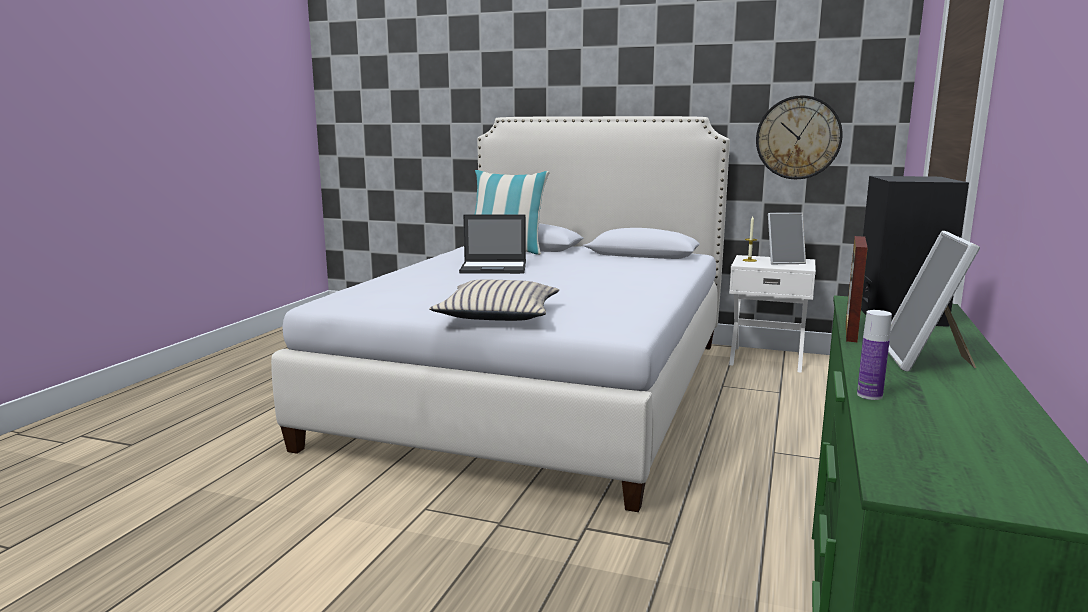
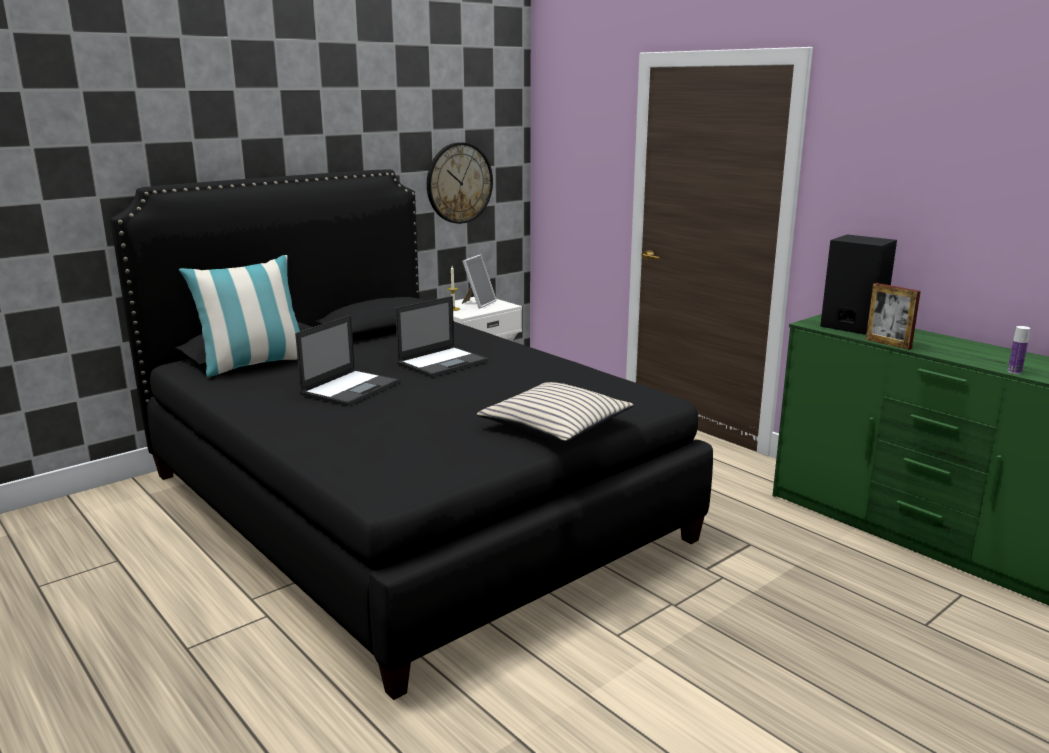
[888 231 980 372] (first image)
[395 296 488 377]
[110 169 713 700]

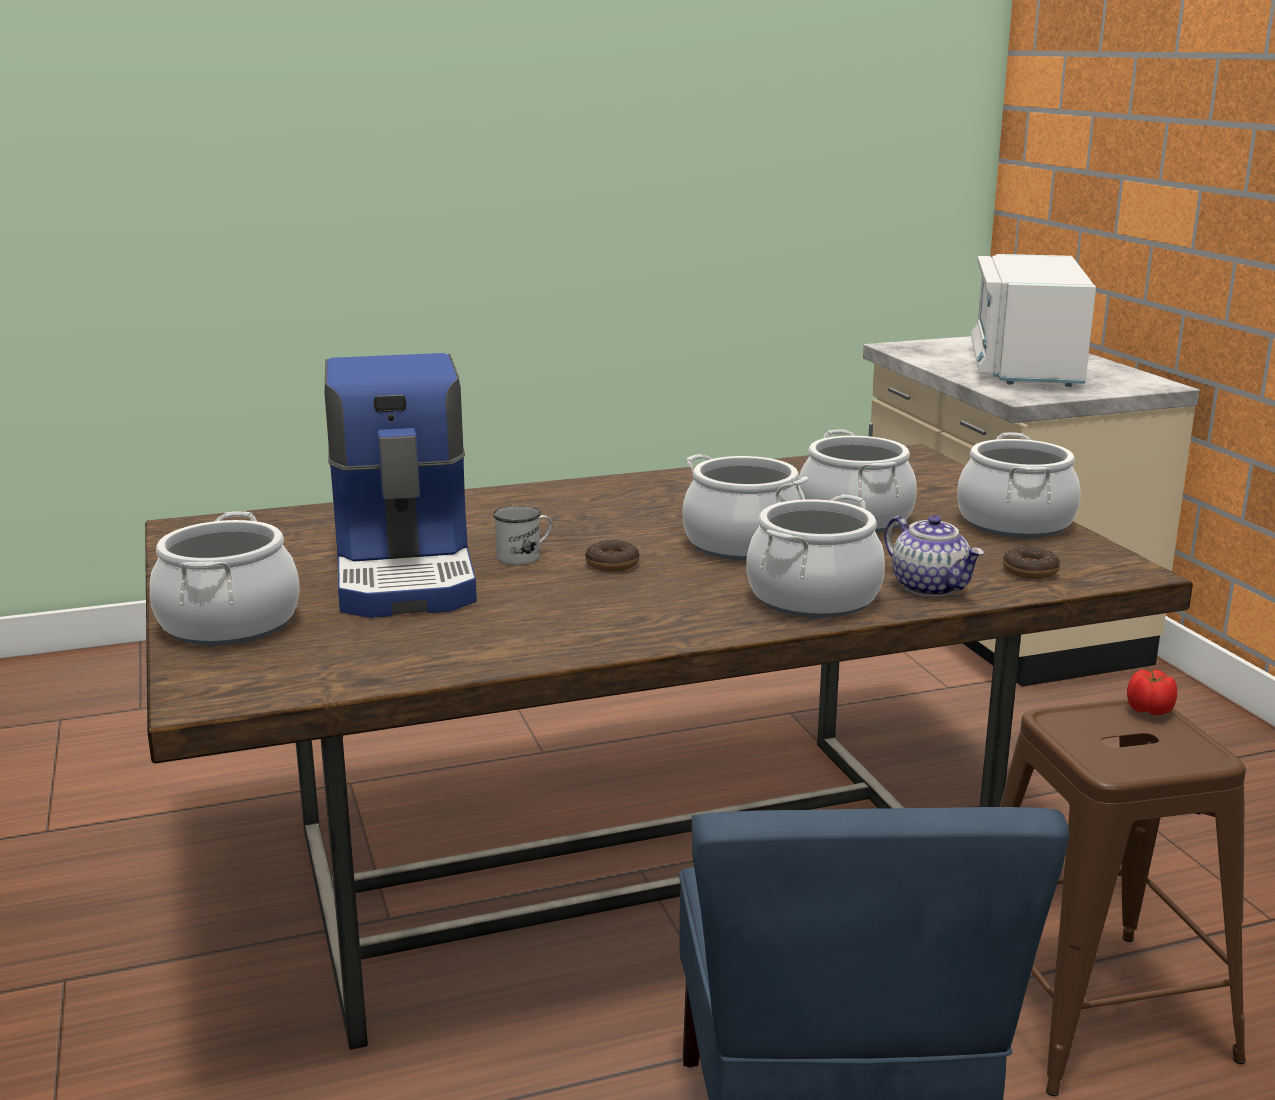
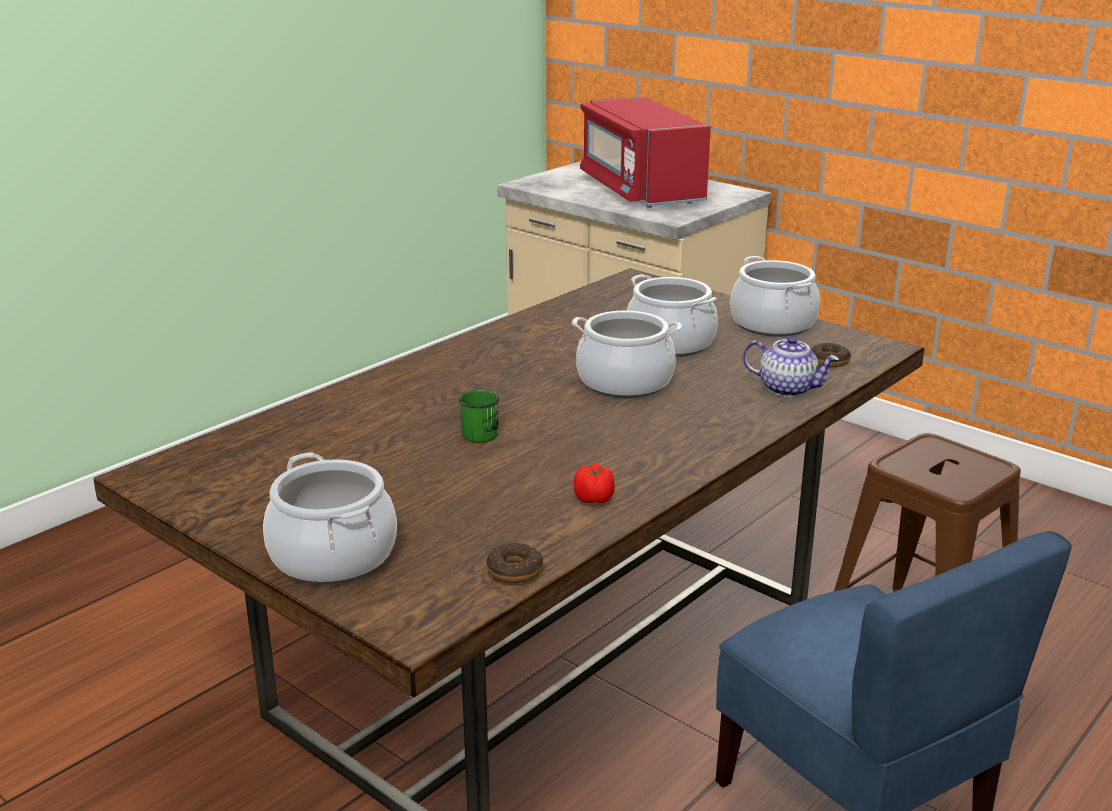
[325 353 477 618] (first image)
[746 494 885 618] (first image)
[487 542 543 583]
[574 464 615 503]
[458 389 499 442]
[580 96 711 208]

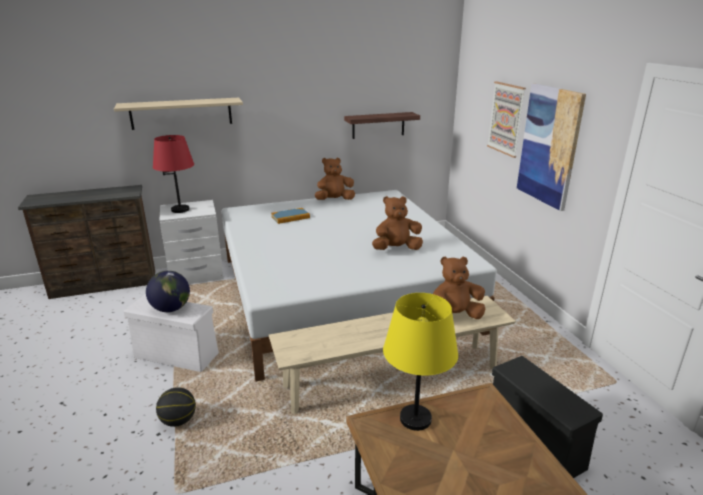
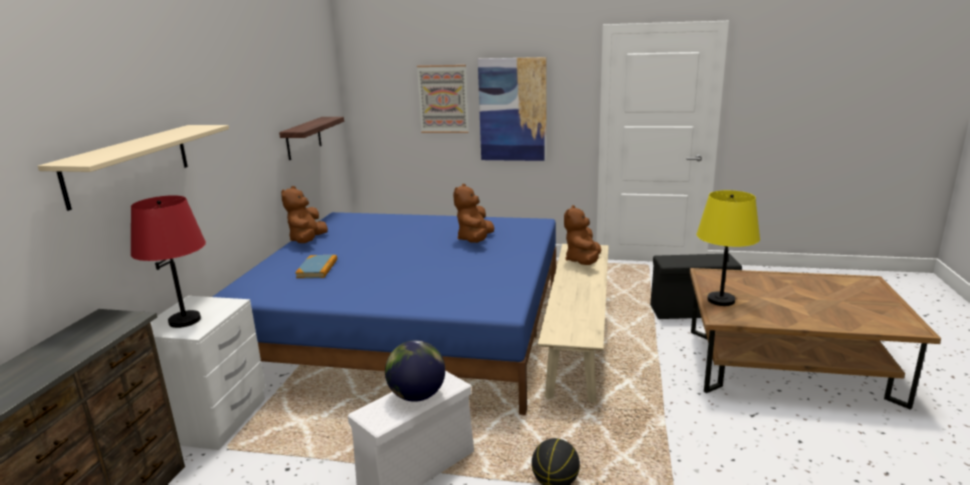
[213 212 556 415]

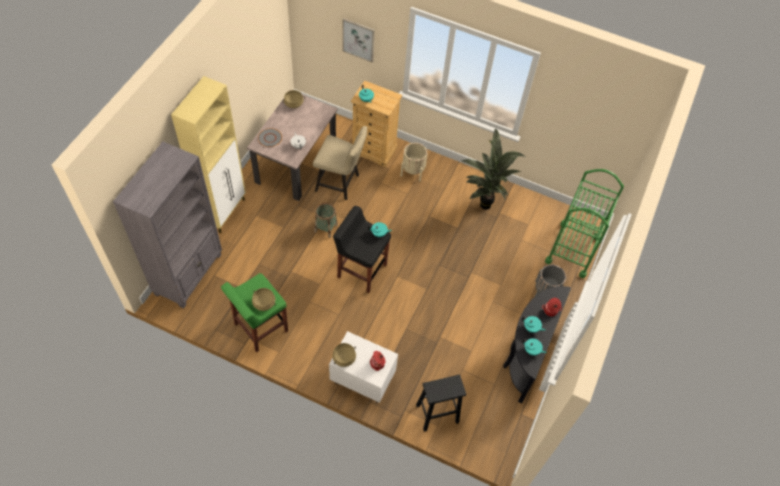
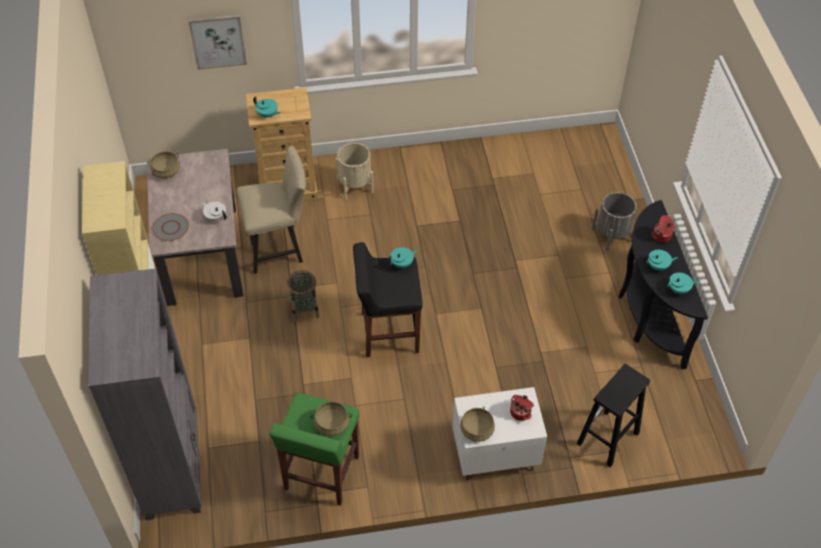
[461 128 526 210] (first image)
[545 169 624 278] (first image)

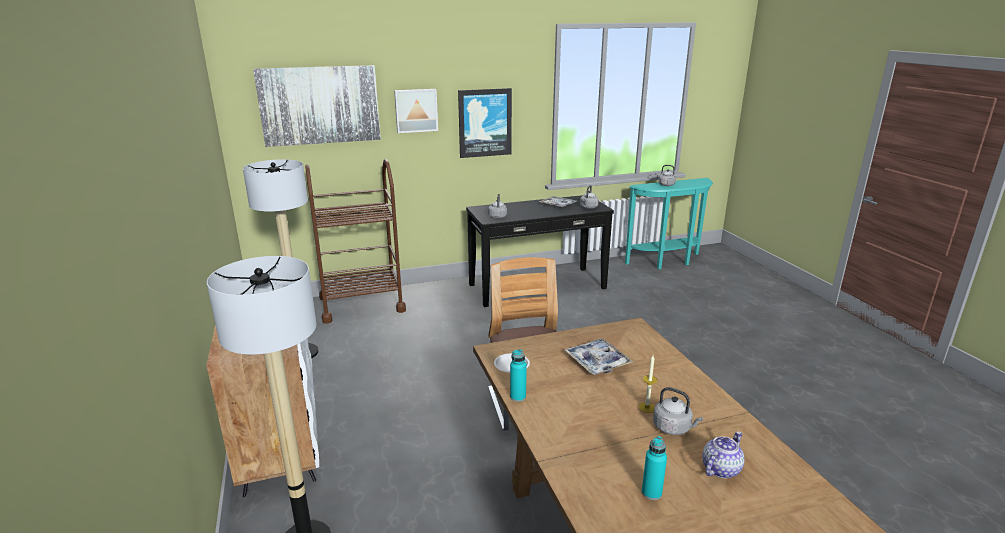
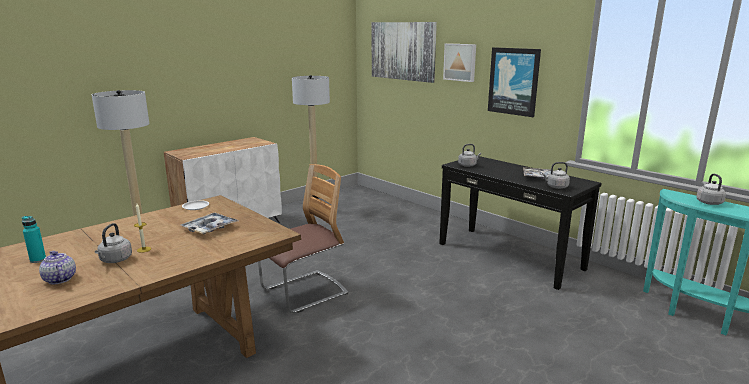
[305 159 406 323] (first image)
[510 349 527 402] (first image)
[39 251 76 284]

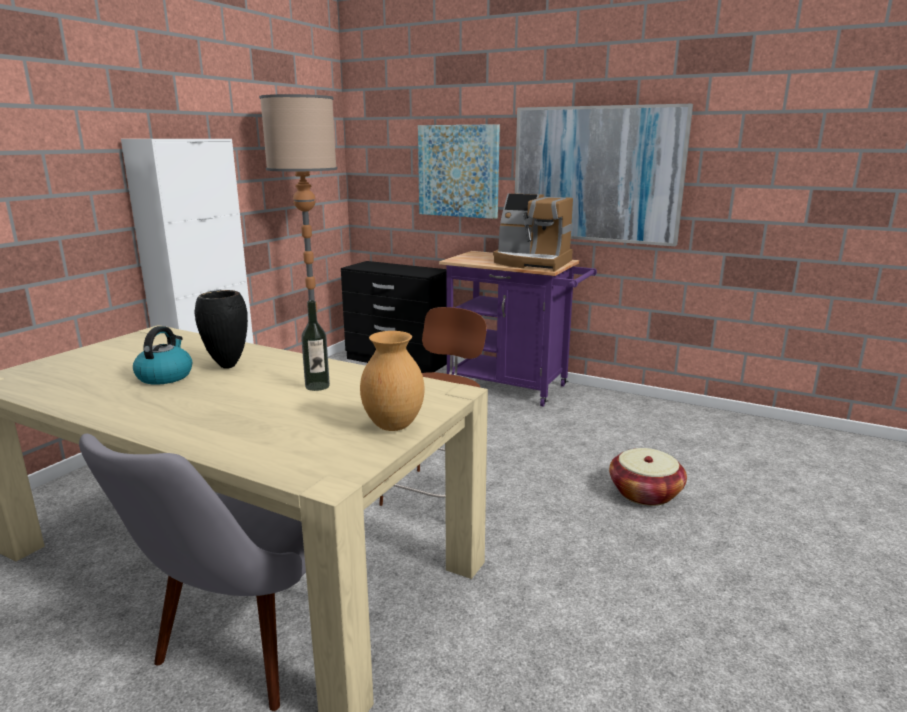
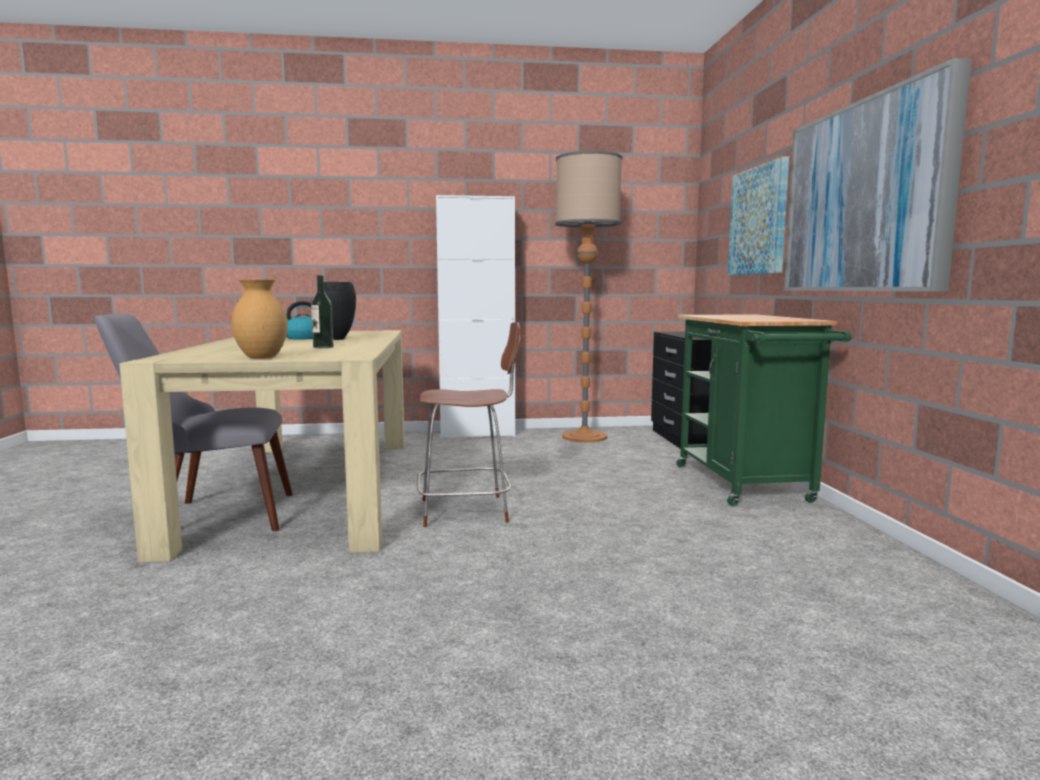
[493 194 573 271] (first image)
[609 448 687 506] (first image)
[677 314 852 506]

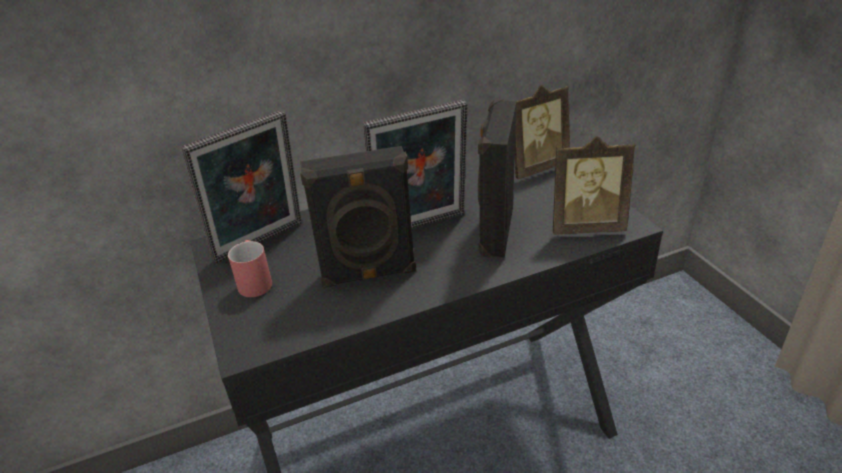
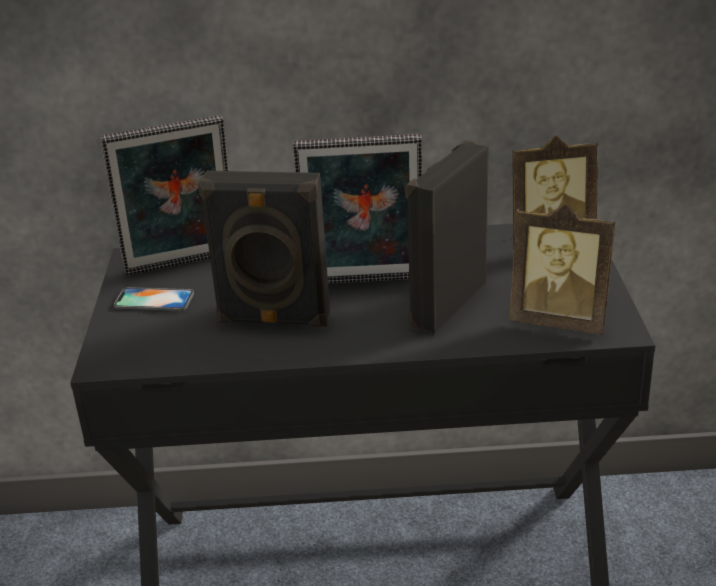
[114 287 194 311]

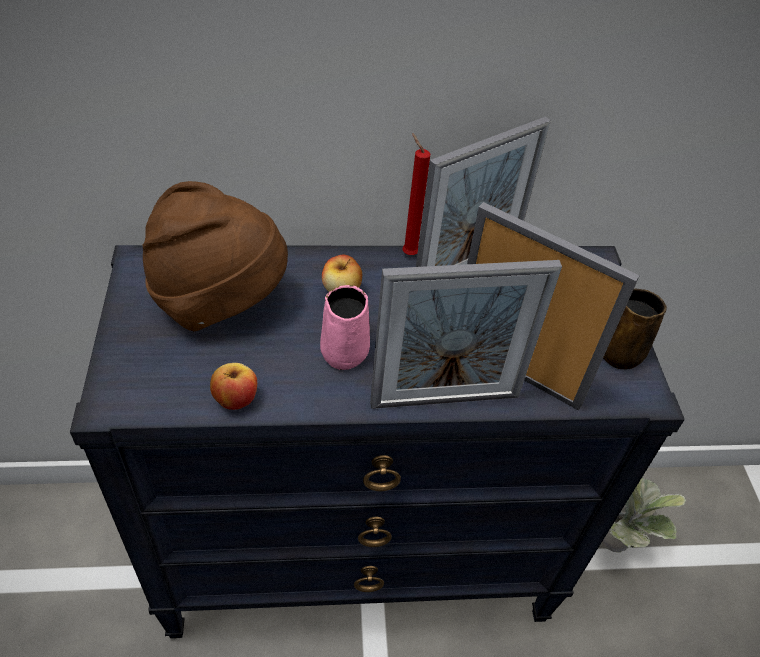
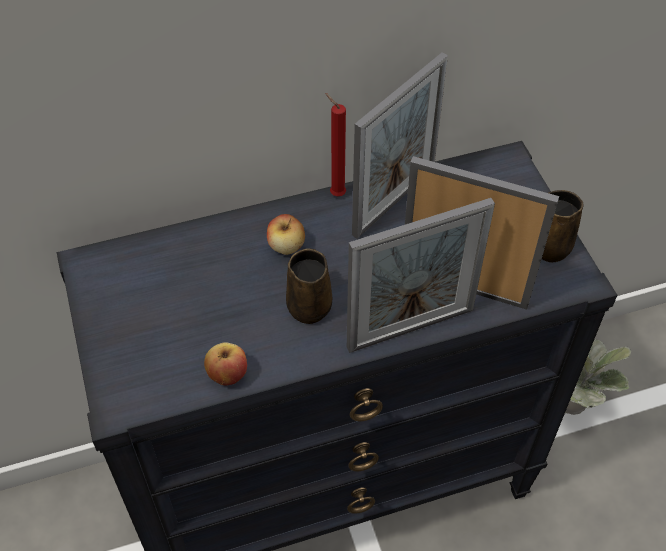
[143 181 288 331] (first image)
[286 248 332 324]

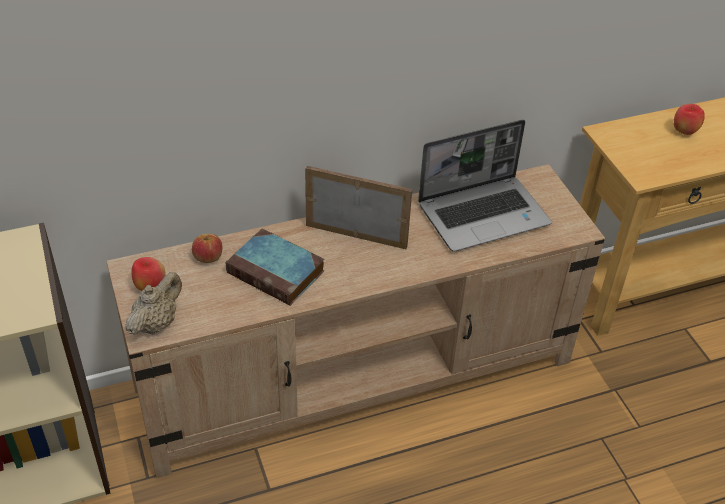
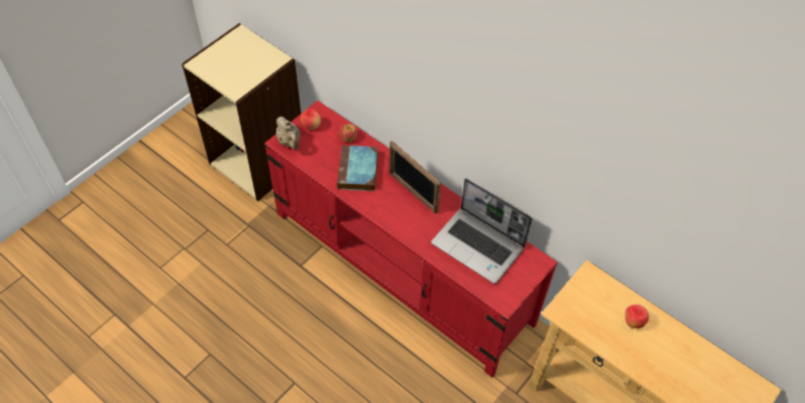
[264 100 558 378]
[276 116 300 150]
[389 141 441 214]

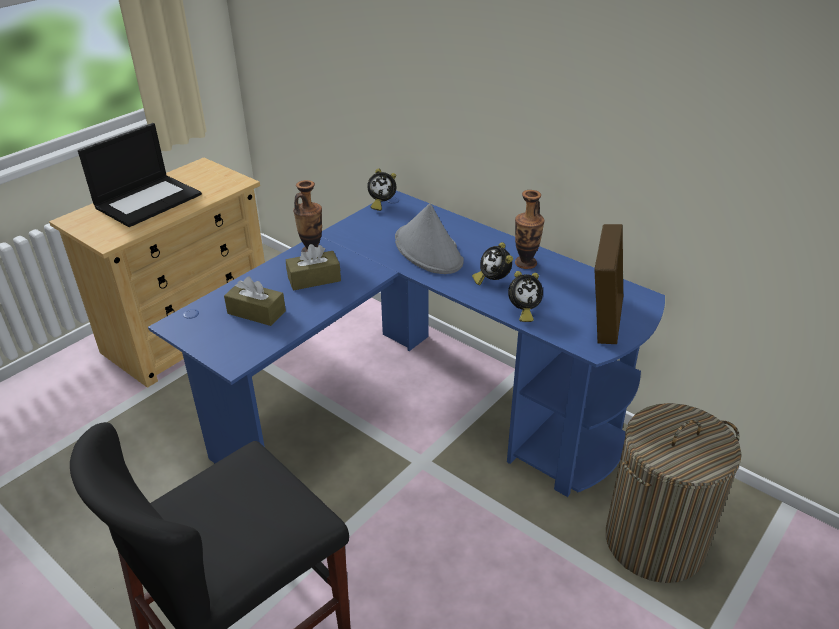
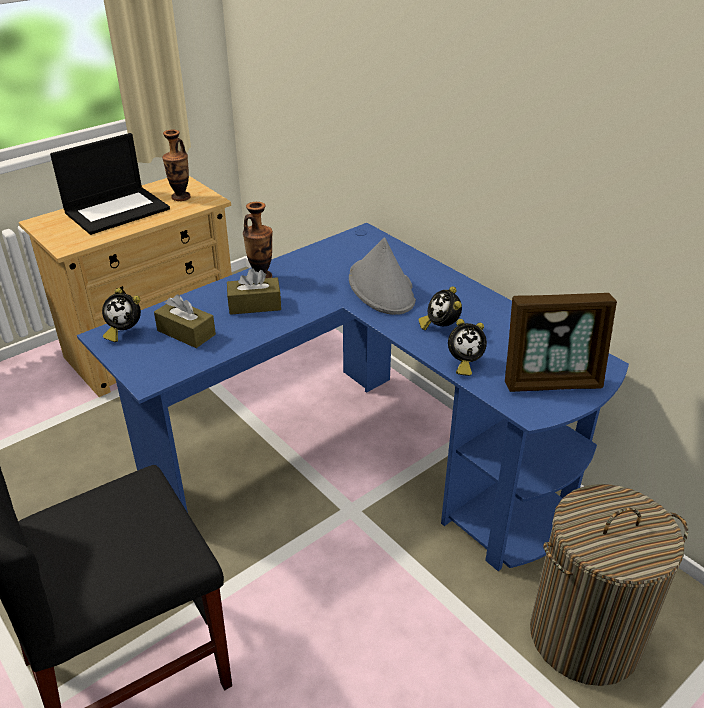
[102 288 141 342]
[162 130 191 201]
[505 293 617 392]

